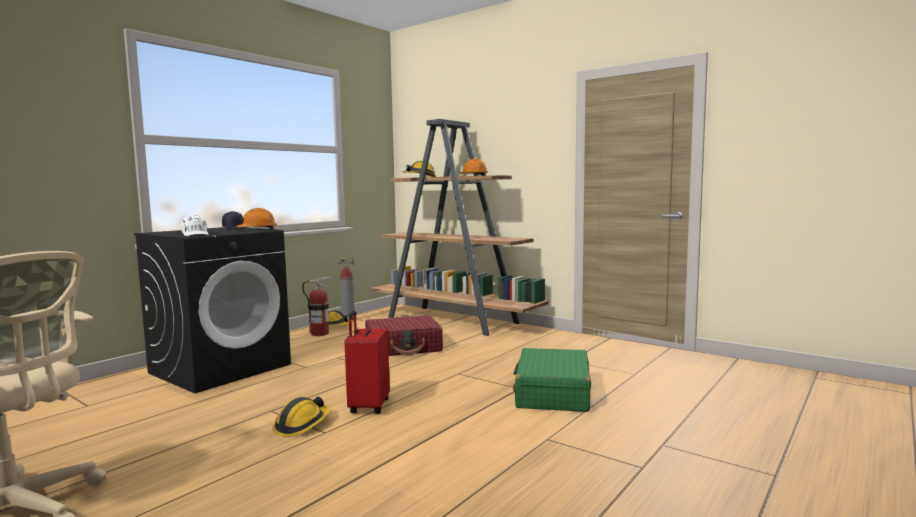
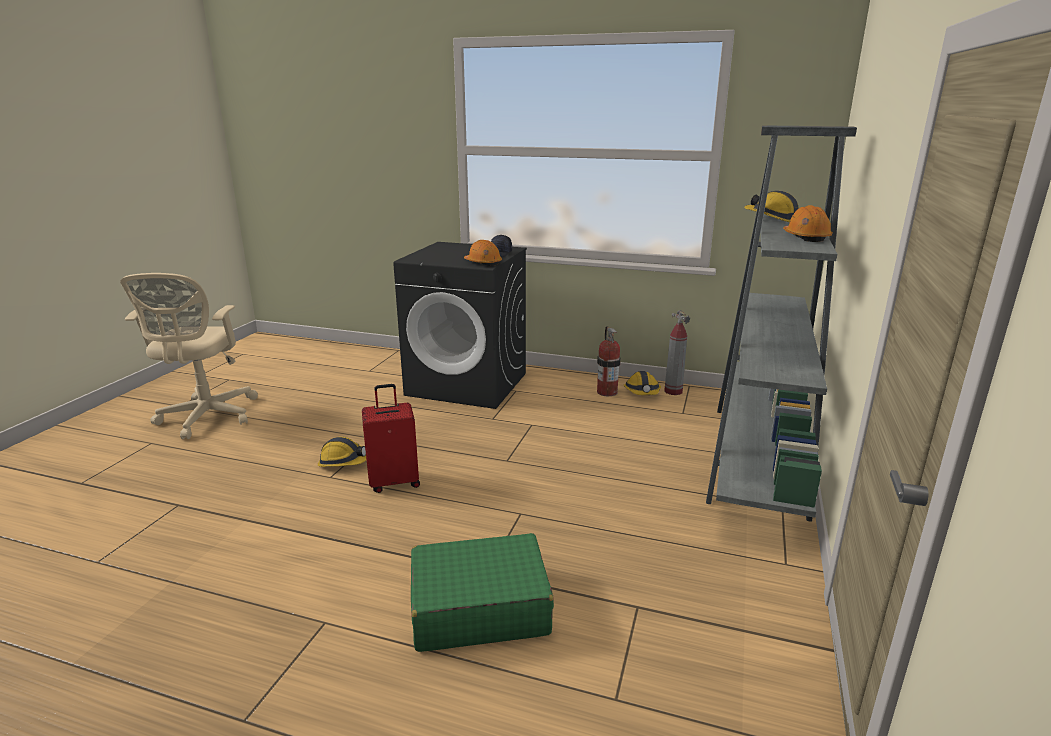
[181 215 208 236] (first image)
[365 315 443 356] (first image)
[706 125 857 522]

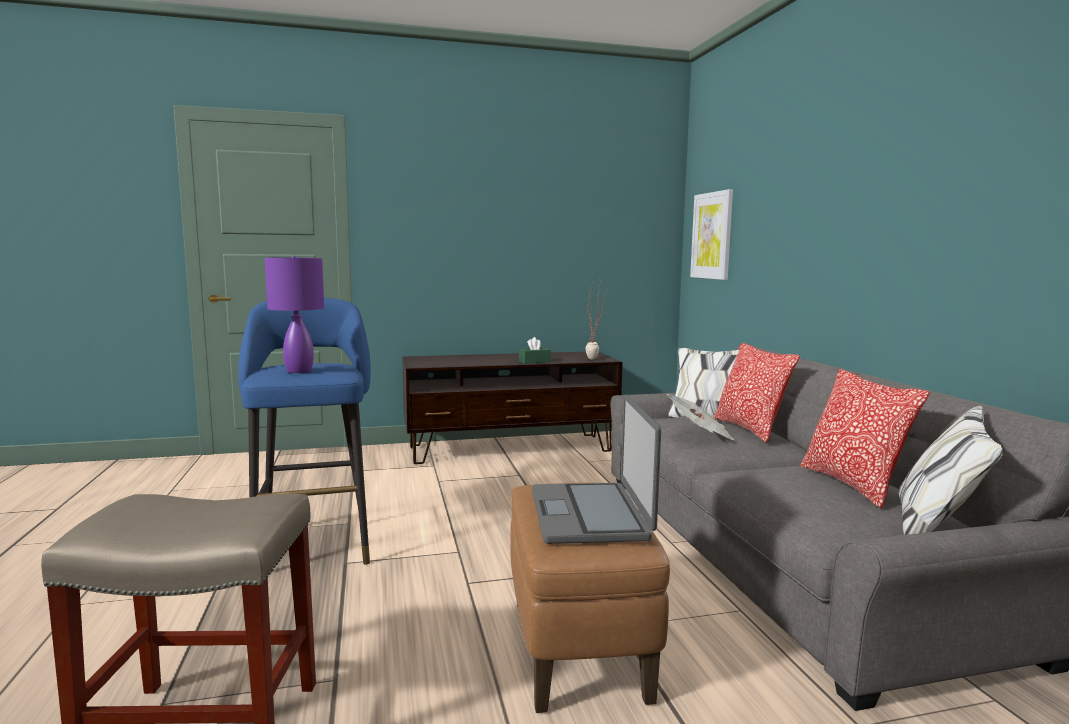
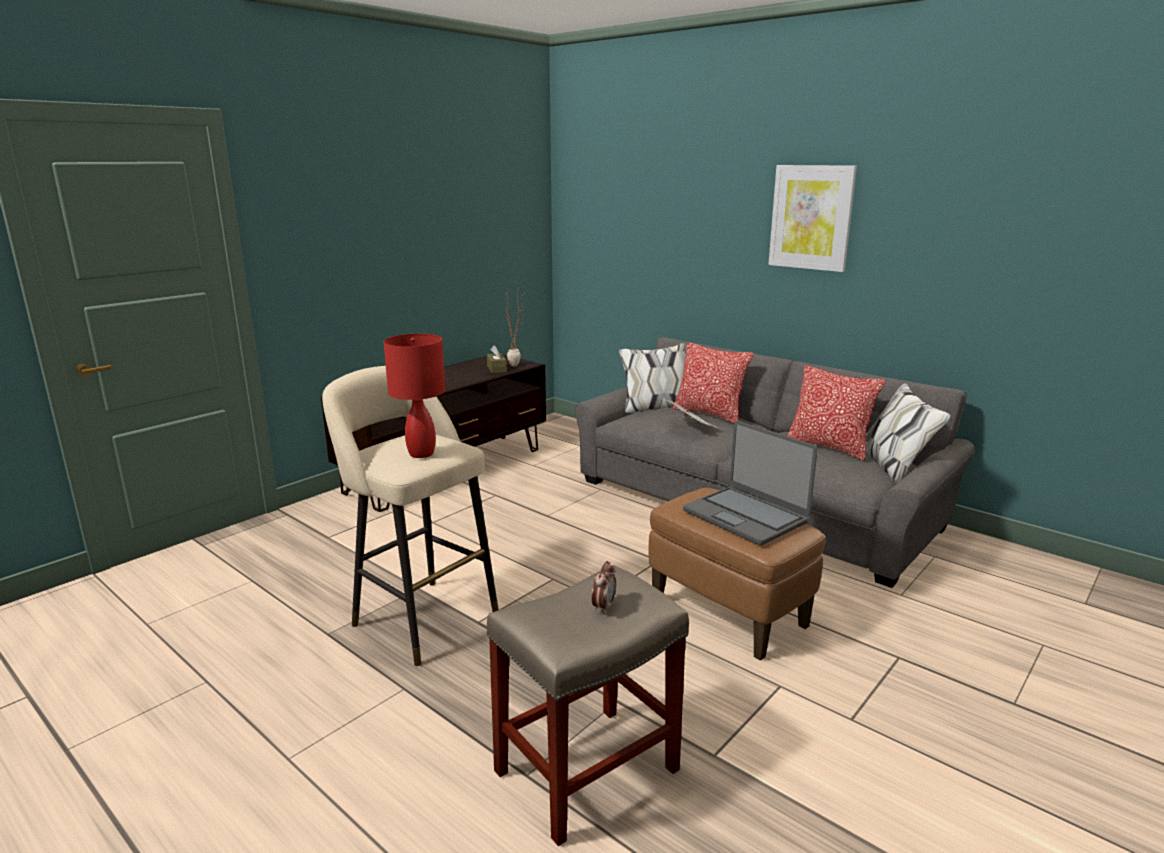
[519 337 551 364] (first image)
[487 345 507 373]
[592 561 616 614]
[768 165 857 272]
[322 366 499 666]
[383 334 445 458]

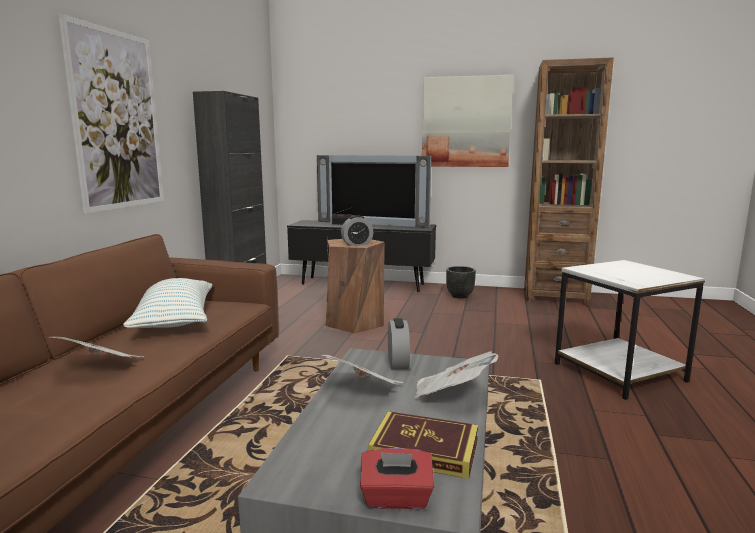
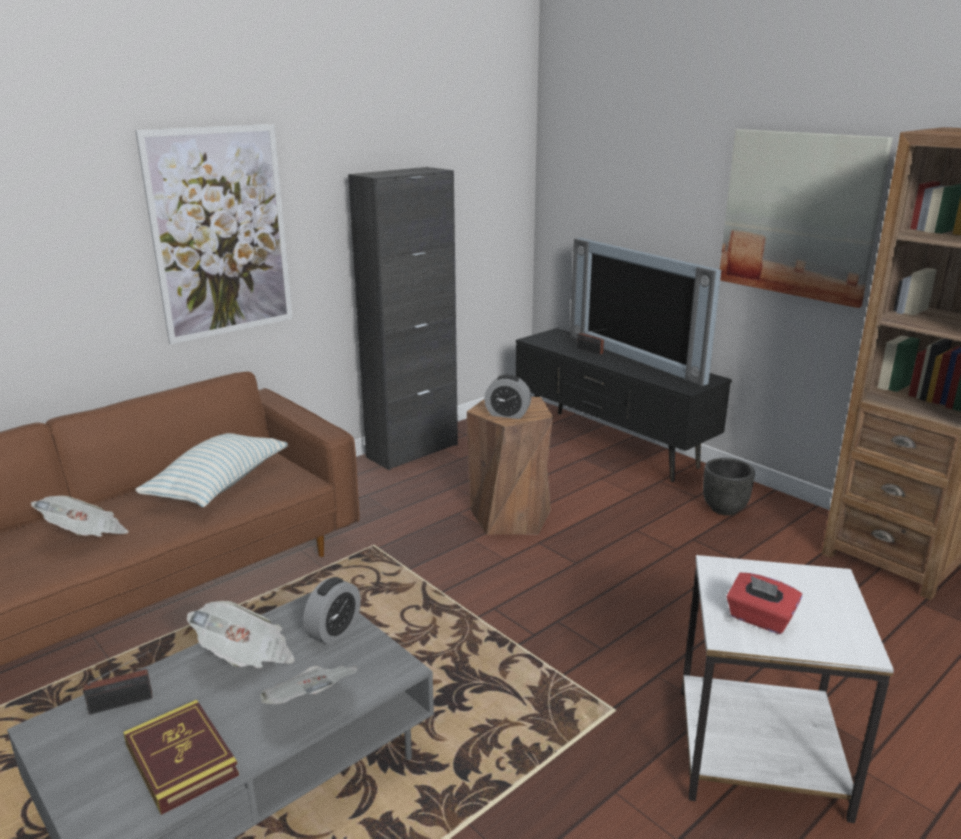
[84 650 152 715]
[726 573 802 634]

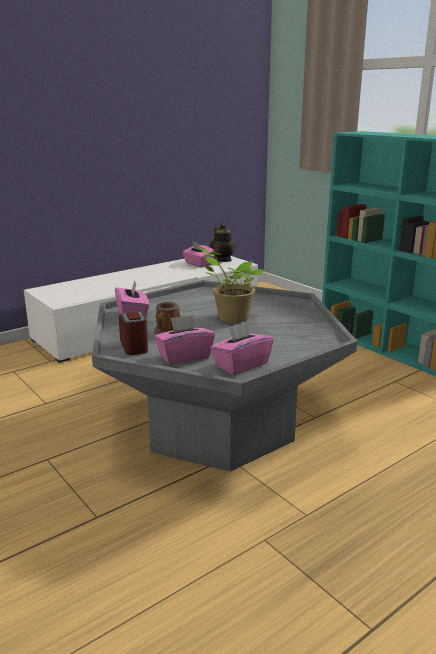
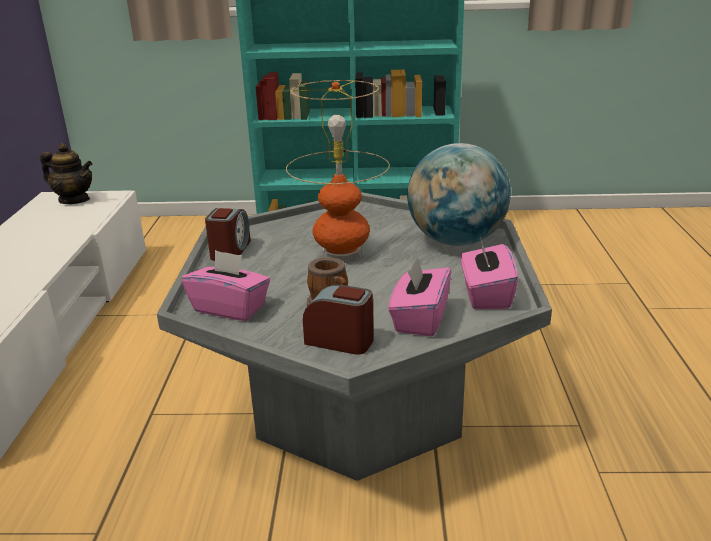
[183 241 215 267] (first image)
[205 208 251 261]
[407 143 511 246]
[286 80 390 263]

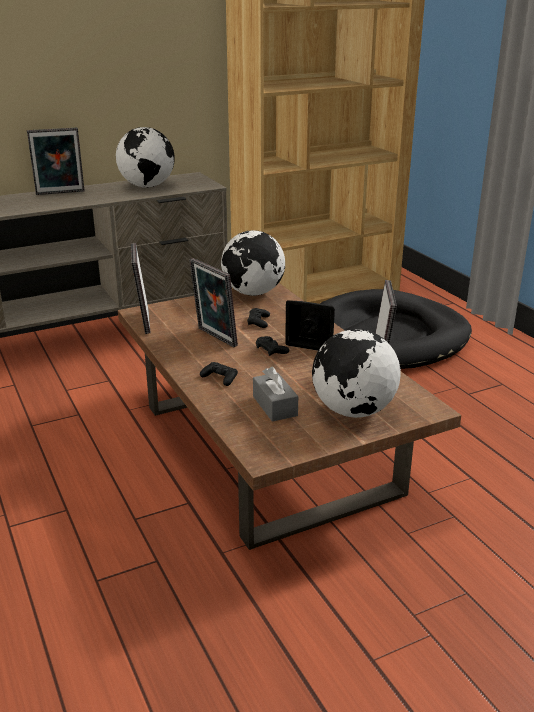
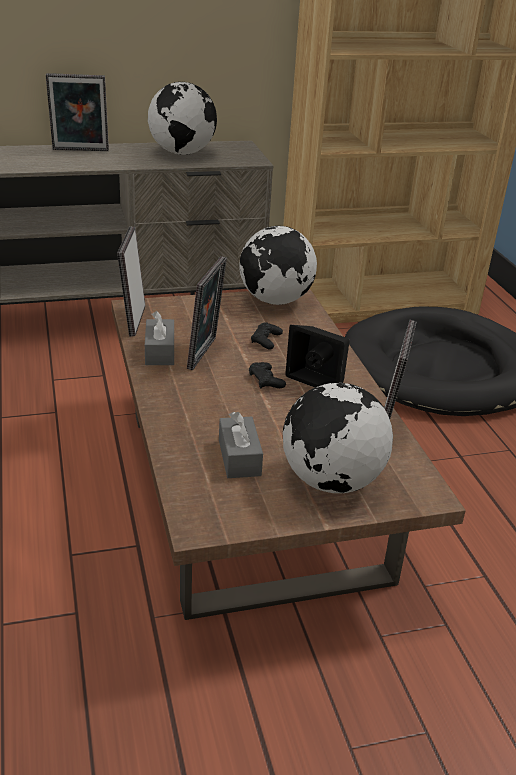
[200 362 238 386] (first image)
[145 311 174 365]
[187 256 227 370]

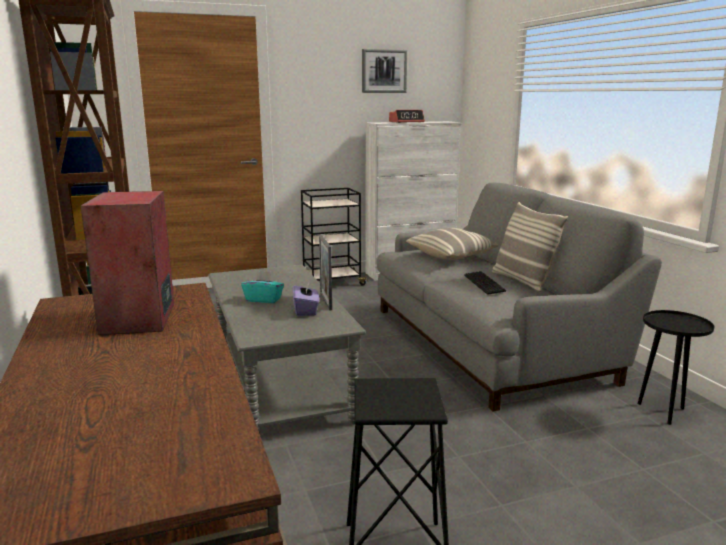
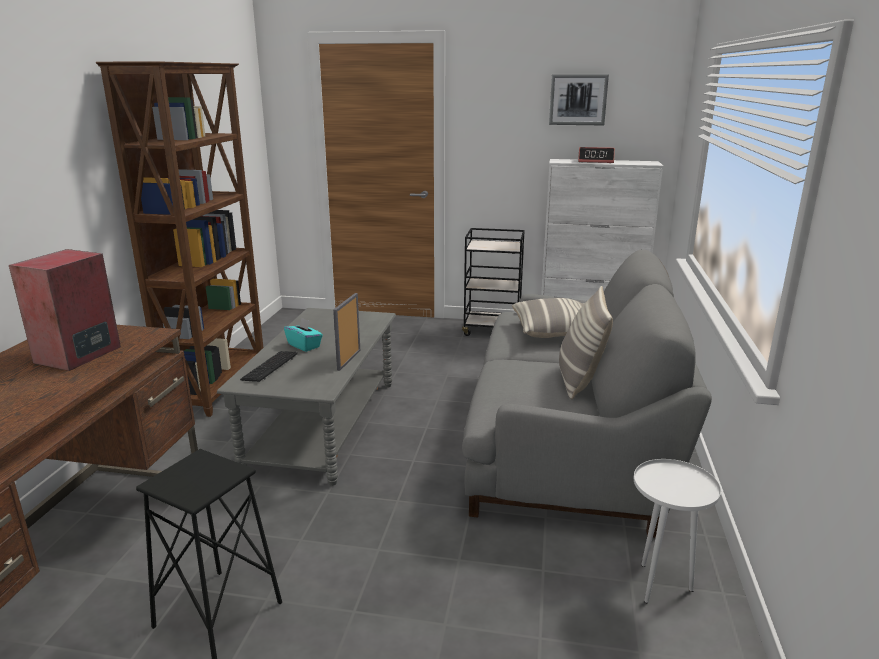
[292 282 319 316] (first image)
[240 351 298 382]
[634 459 721 603]

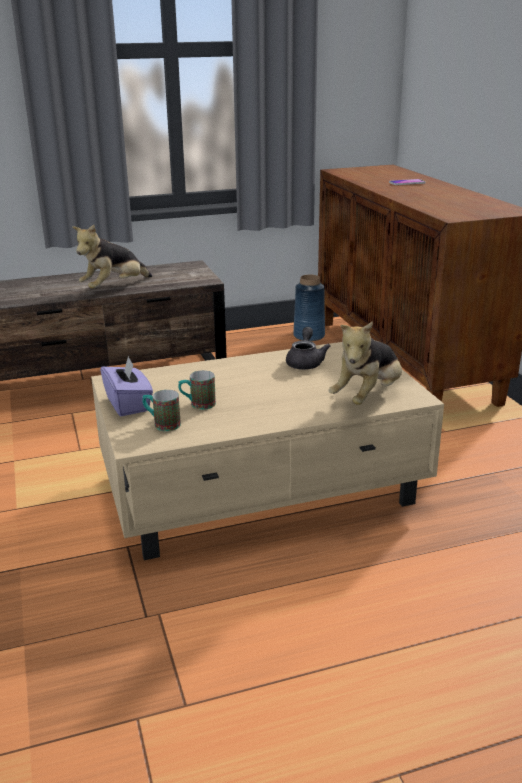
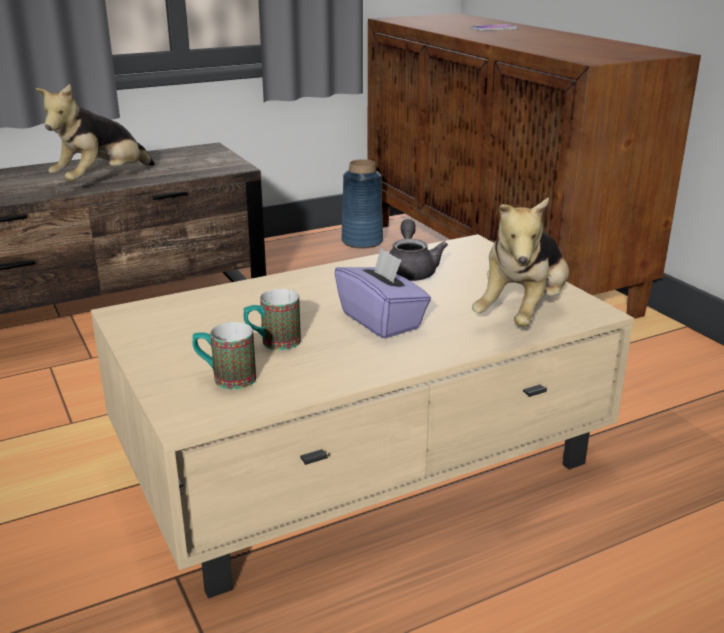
[334 248 431 339]

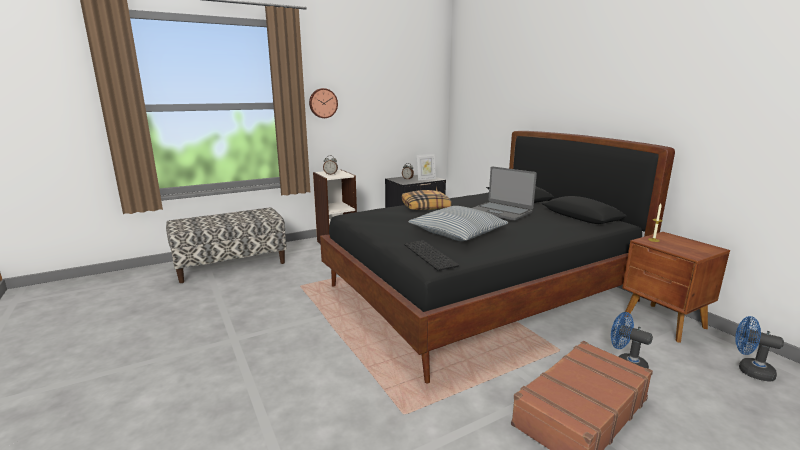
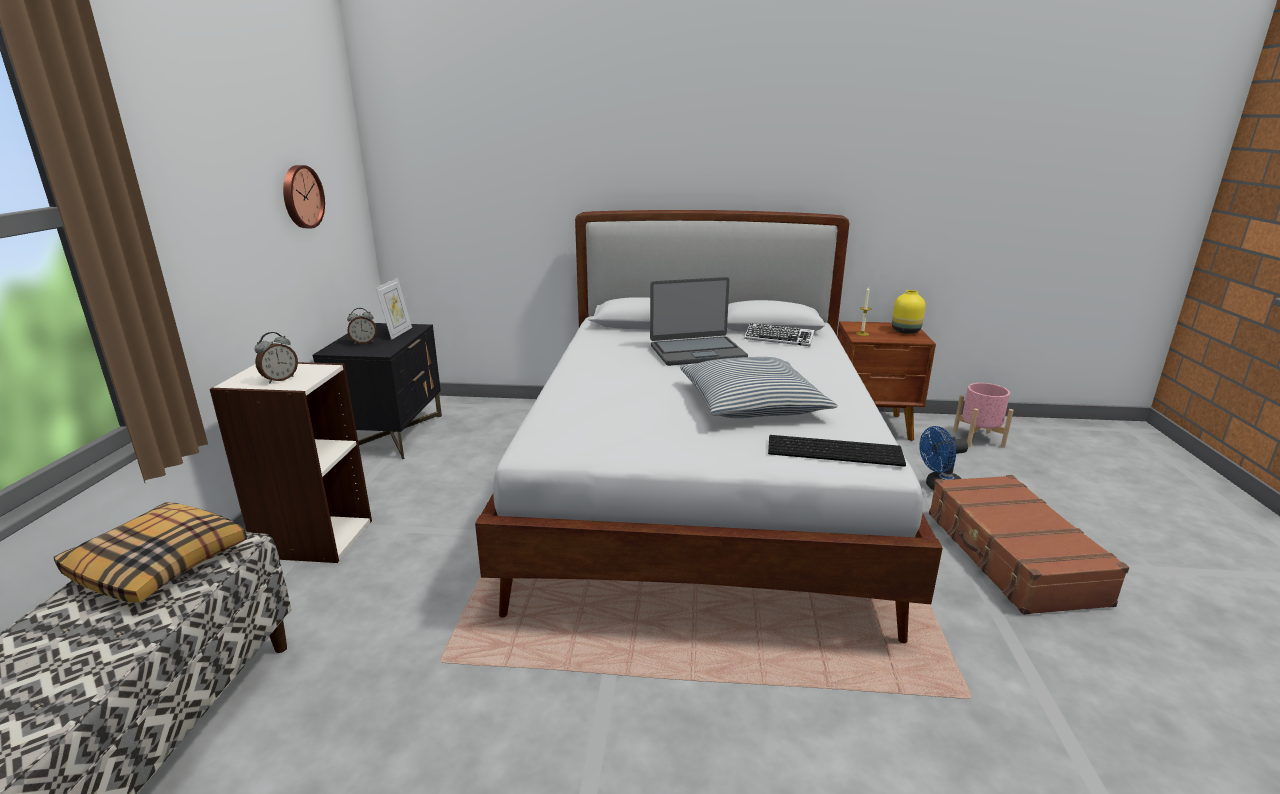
[744 323 814 346]
[892 290 925 334]
[283 165 325 228]
[54 502 247 603]
[953 383 1014 448]
[475 210 943 643]

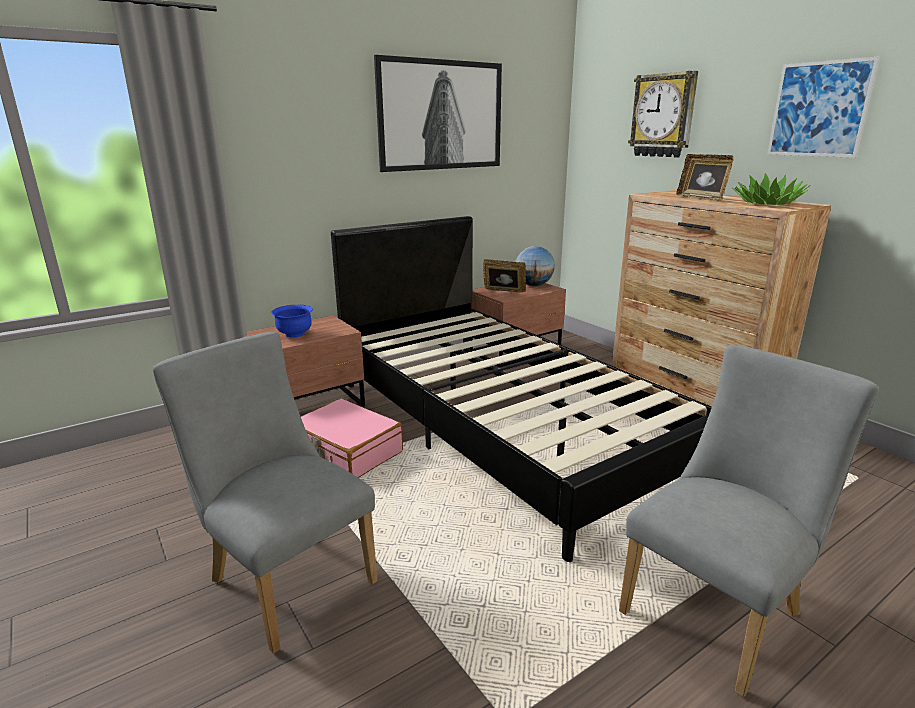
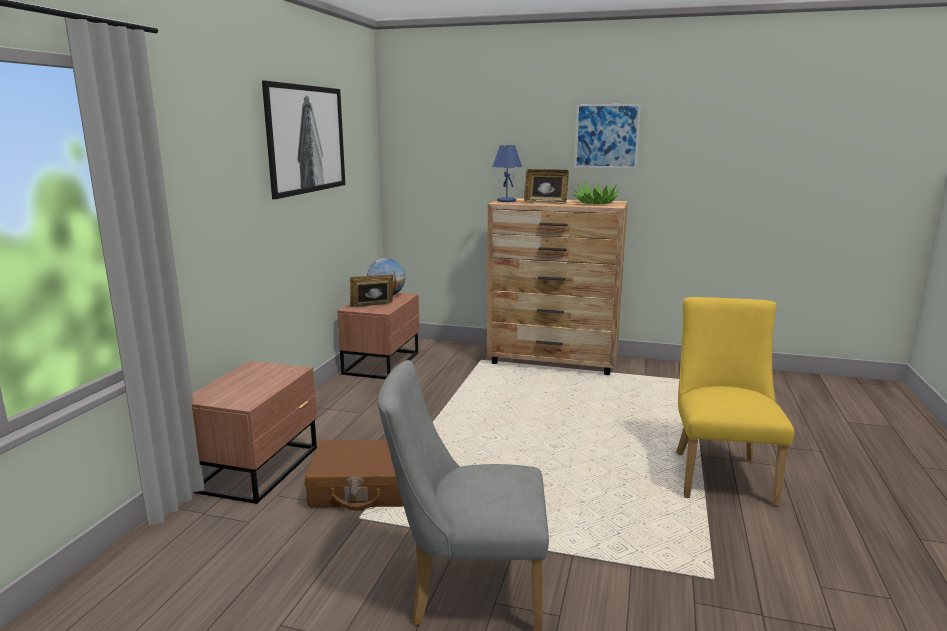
[271 305 313 338] (first image)
[331 216 712 562] (first image)
[628 71 698 158] (first image)
[492 145 522 202]
[305 440 404 511]
[676 297 794 507]

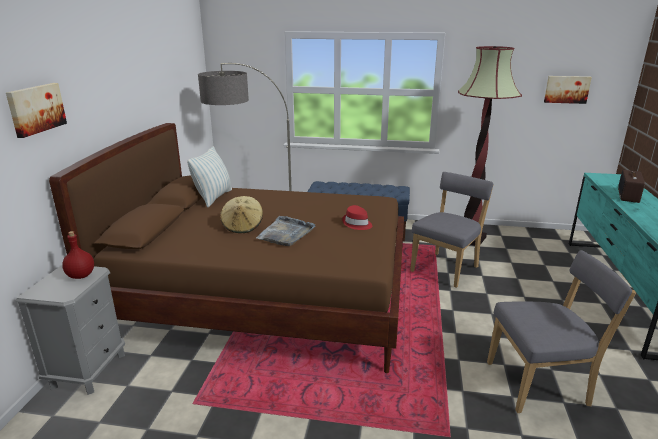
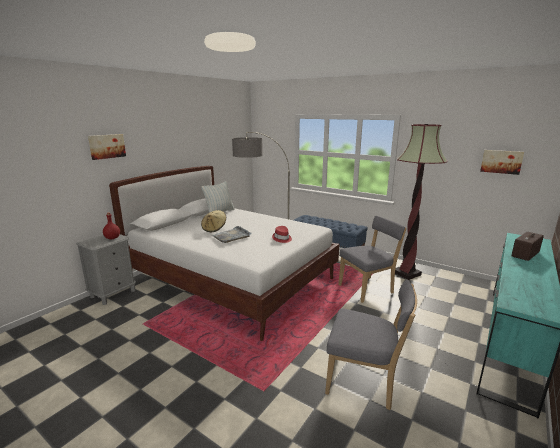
[109 166 339 341]

